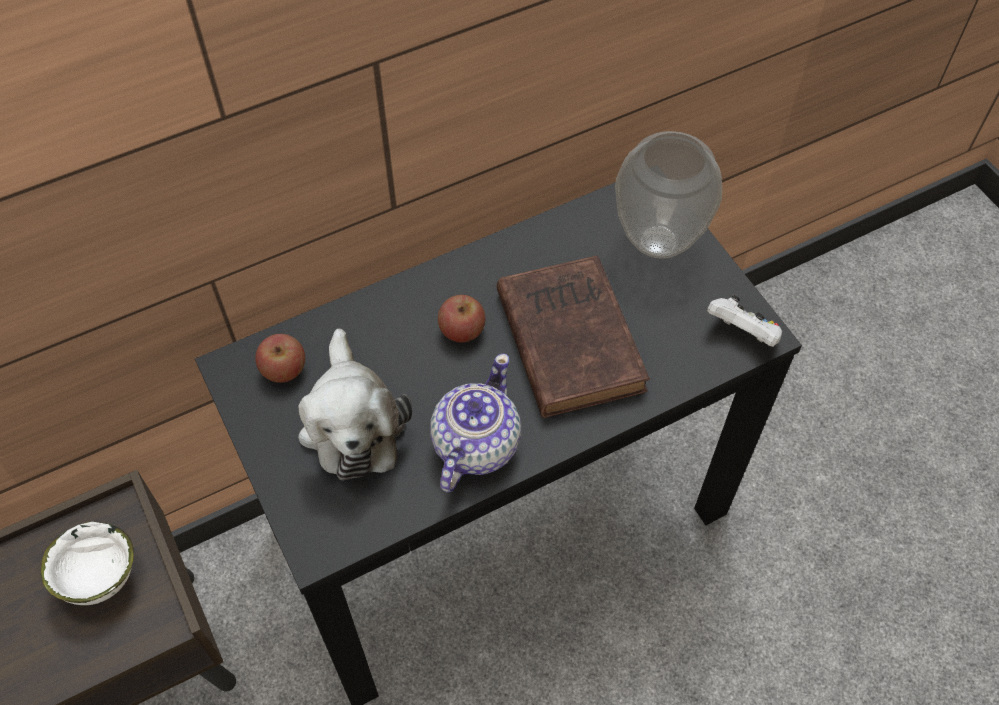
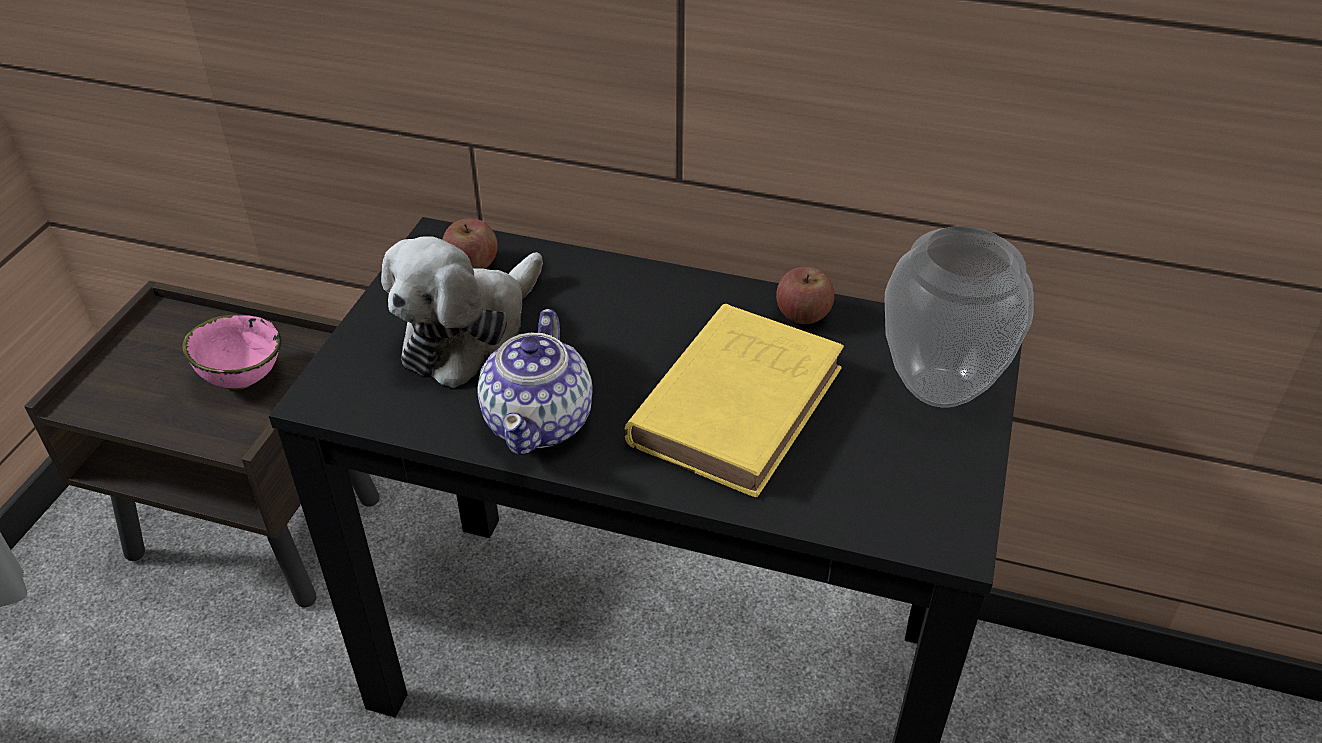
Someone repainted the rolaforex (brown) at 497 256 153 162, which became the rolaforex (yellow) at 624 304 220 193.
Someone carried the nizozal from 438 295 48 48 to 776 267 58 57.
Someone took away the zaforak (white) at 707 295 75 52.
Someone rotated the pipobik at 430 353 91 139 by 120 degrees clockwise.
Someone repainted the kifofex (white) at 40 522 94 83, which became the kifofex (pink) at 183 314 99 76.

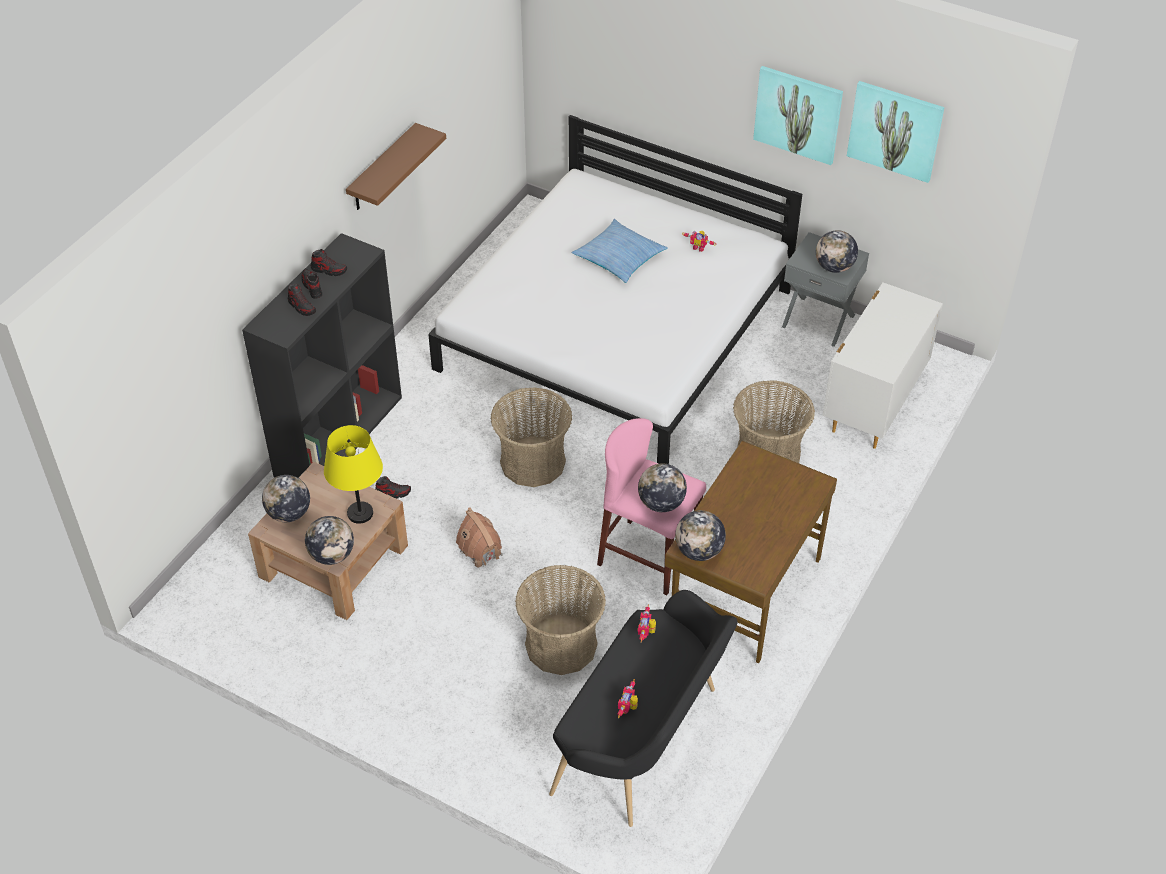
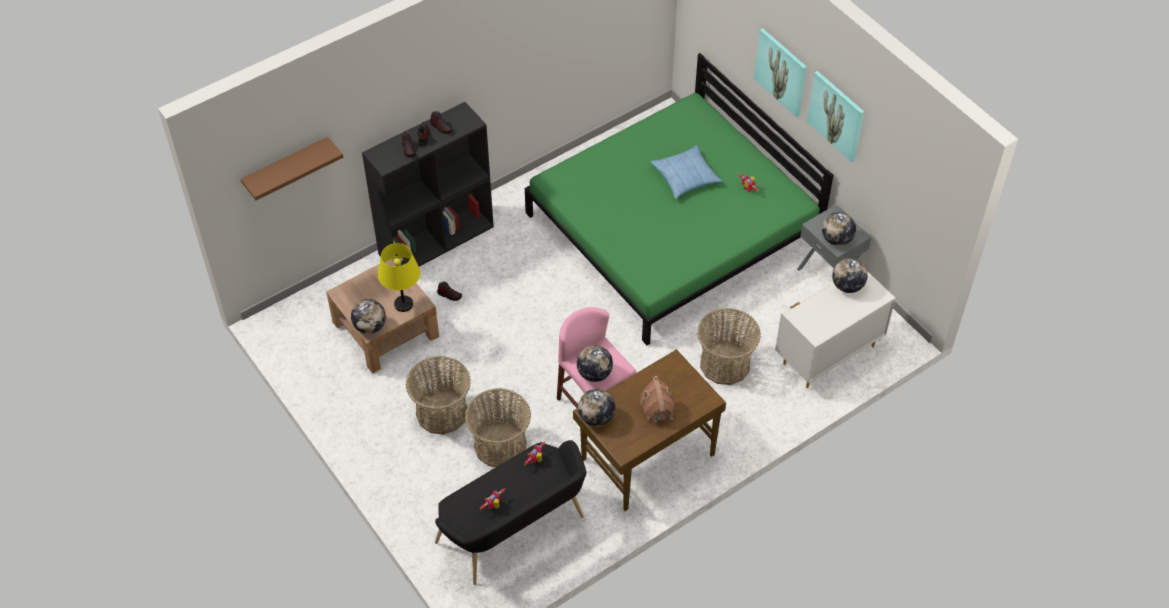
Someone carried the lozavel from 847 81 98 102 to 754 28 53 89.
Someone repainted the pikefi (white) at 428 115 374 349, which became the pikefi (green) at 525 53 309 292.
Someone carried the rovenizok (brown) from 346 123 100 87 to 241 137 102 63.
Someone carried the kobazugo from 491 387 81 100 to 406 356 65 78.
Someone carried the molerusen from 262 475 48 47 to 832 258 36 35.
Someone carried the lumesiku from 456 507 46 61 to 640 376 34 48.

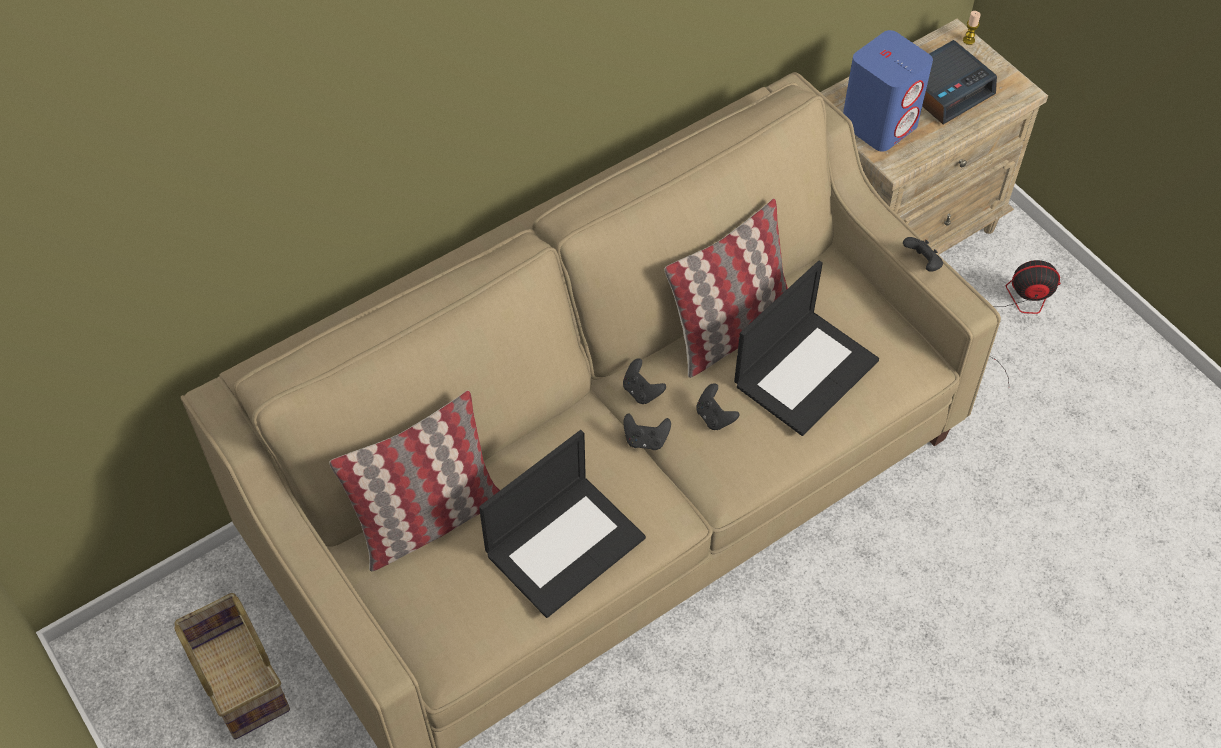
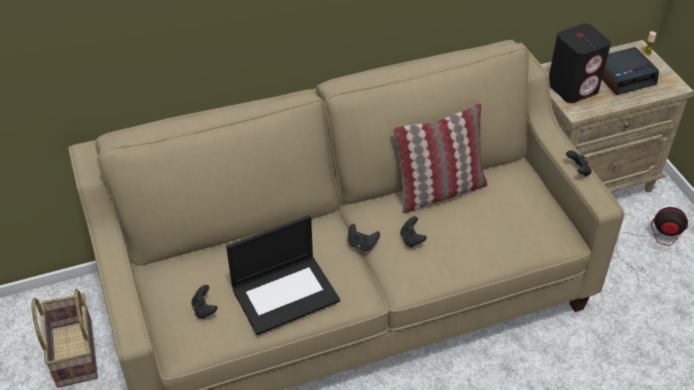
Someone repainted the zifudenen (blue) at 843 30 90 122, which became the zifudenen (black) at 549 23 62 80.
Someone took away the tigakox at 734 261 145 175.
Someone carried the zaforak (black) from 623 358 43 46 to 192 285 26 34.
Someone took away the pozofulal at 329 390 171 181.

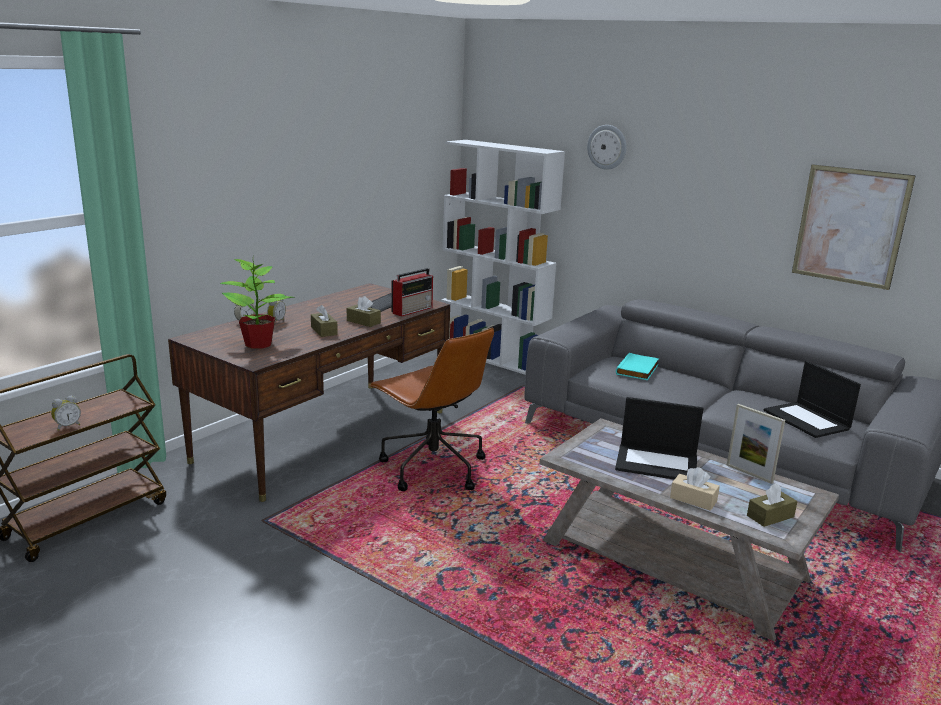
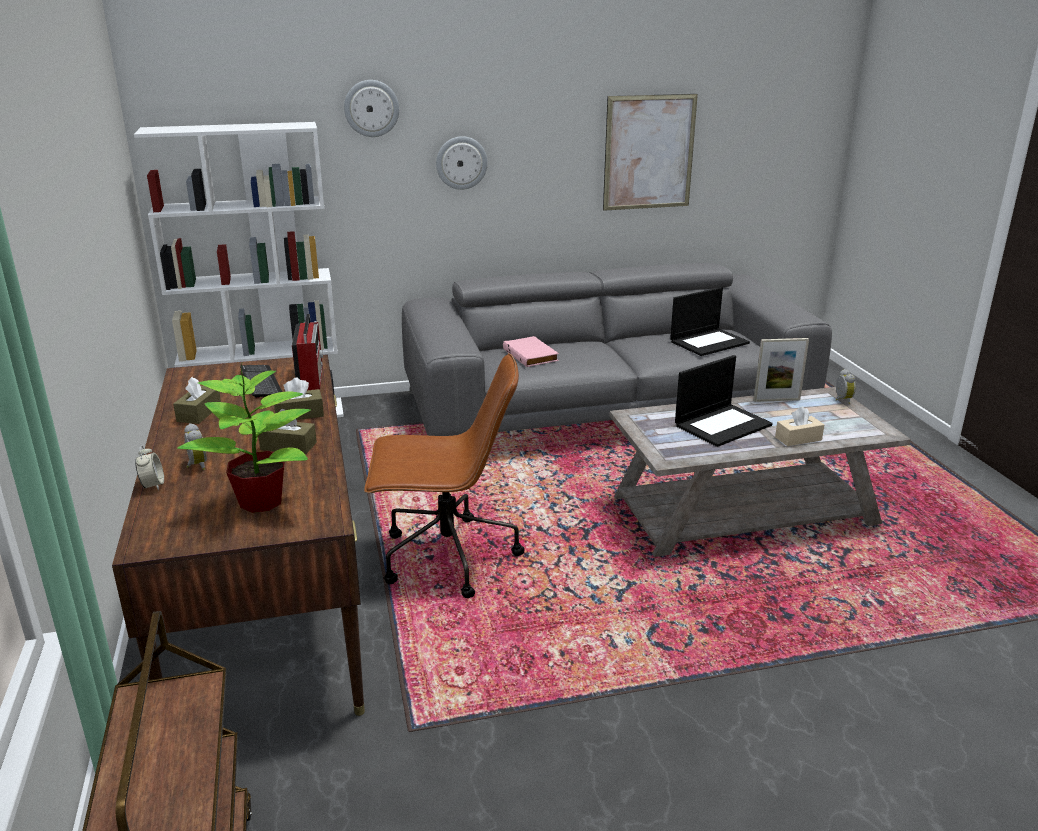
Someone repainted the rolaforex (turquoise) at 616 353 43 27, which became the rolaforex (pink) at 503 336 56 31.
Someone rotated the tigakox at 764 361 97 77 by 45 degrees counterclockwise.
Someone carried the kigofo from 51 396 30 35 to 835 369 21 35.
Someone carried the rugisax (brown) from 747 483 50 44 to 173 377 48 47.
Someone put up the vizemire at 436 136 52 54.

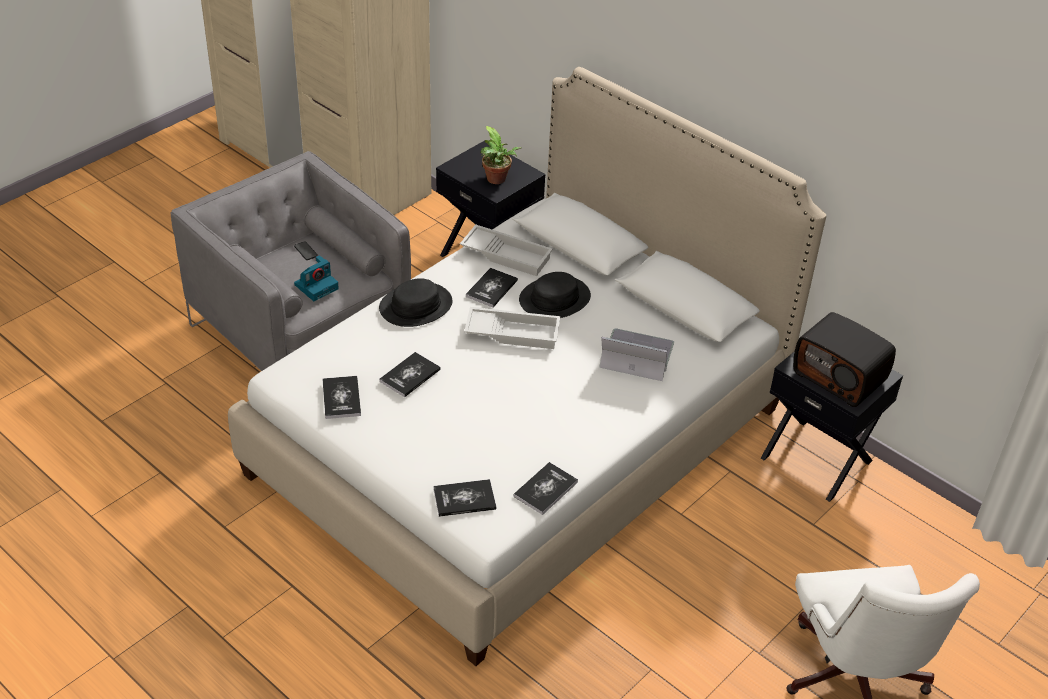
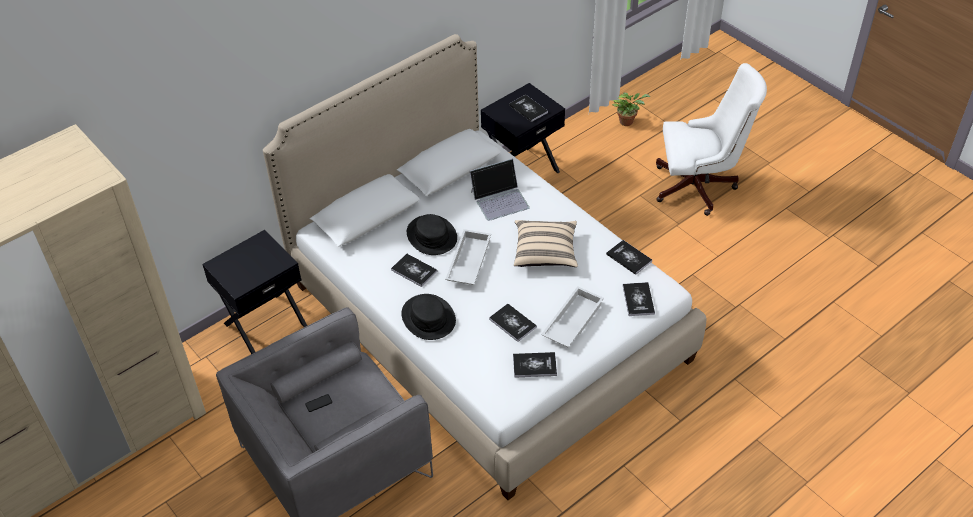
Someone carried the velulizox from 480 126 42 58 to 612 93 38 33.
Someone carried the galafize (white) from 460 225 93 51 to 541 286 63 61.
Someone took away the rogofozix at 294 255 45 46.
Someone swapped the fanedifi at 793 312 103 95 for the rolaforex at 509 94 39 28.
Someone rotated the tigakox at 599 328 75 53 by 135 degrees counterclockwise.
Someone put down the pozofulal (beige) at 514 220 64 47.

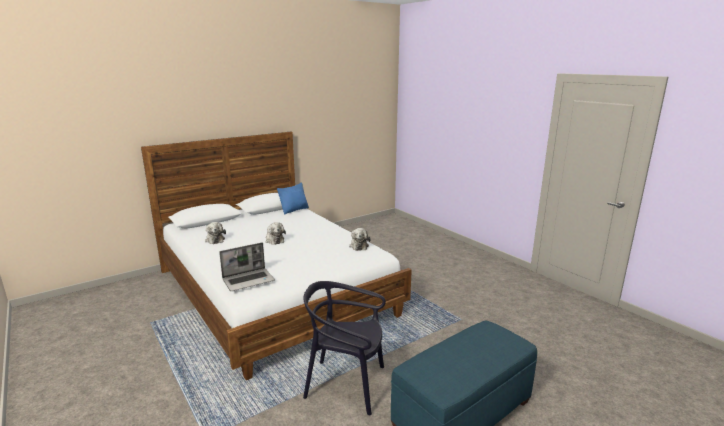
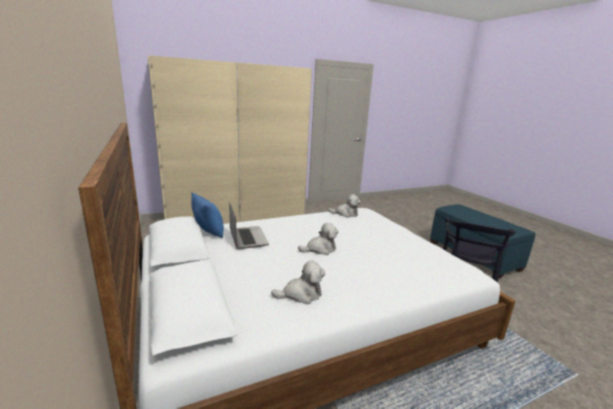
Someone carried the tigakox from 219 243 56 48 to 229 202 40 47.
Someone put down the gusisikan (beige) at 148 55 164 169.

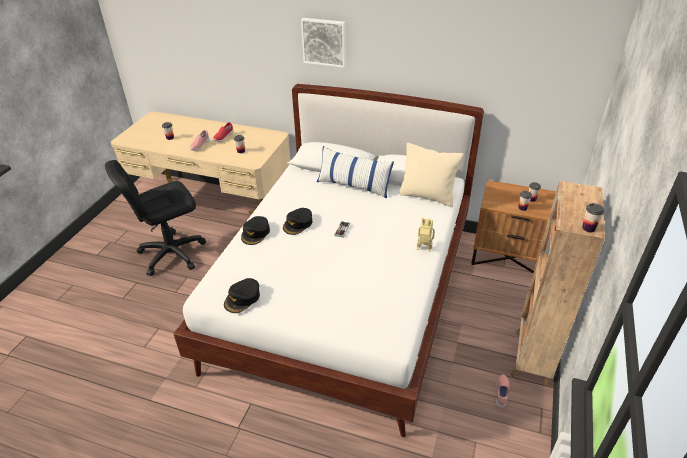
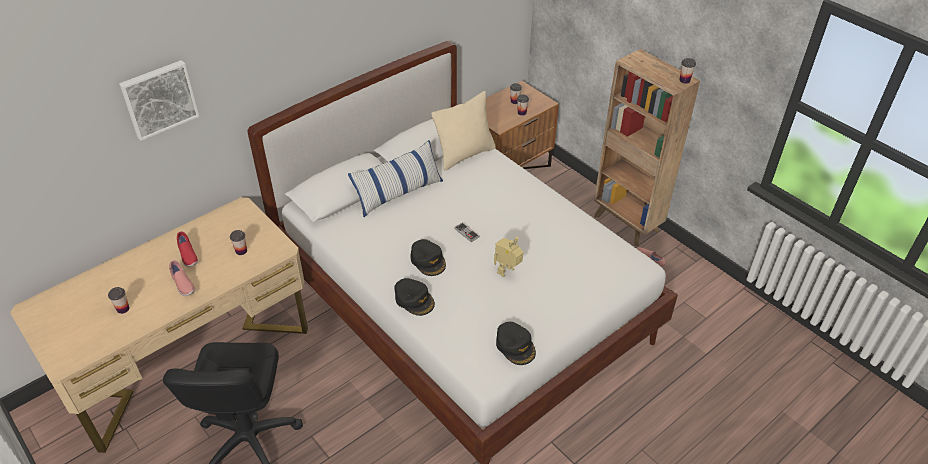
Someone carried the lozavel from 301 18 45 50 to 119 60 80 81.
Someone carried the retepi from 417 217 18 35 to 494 237 29 40.

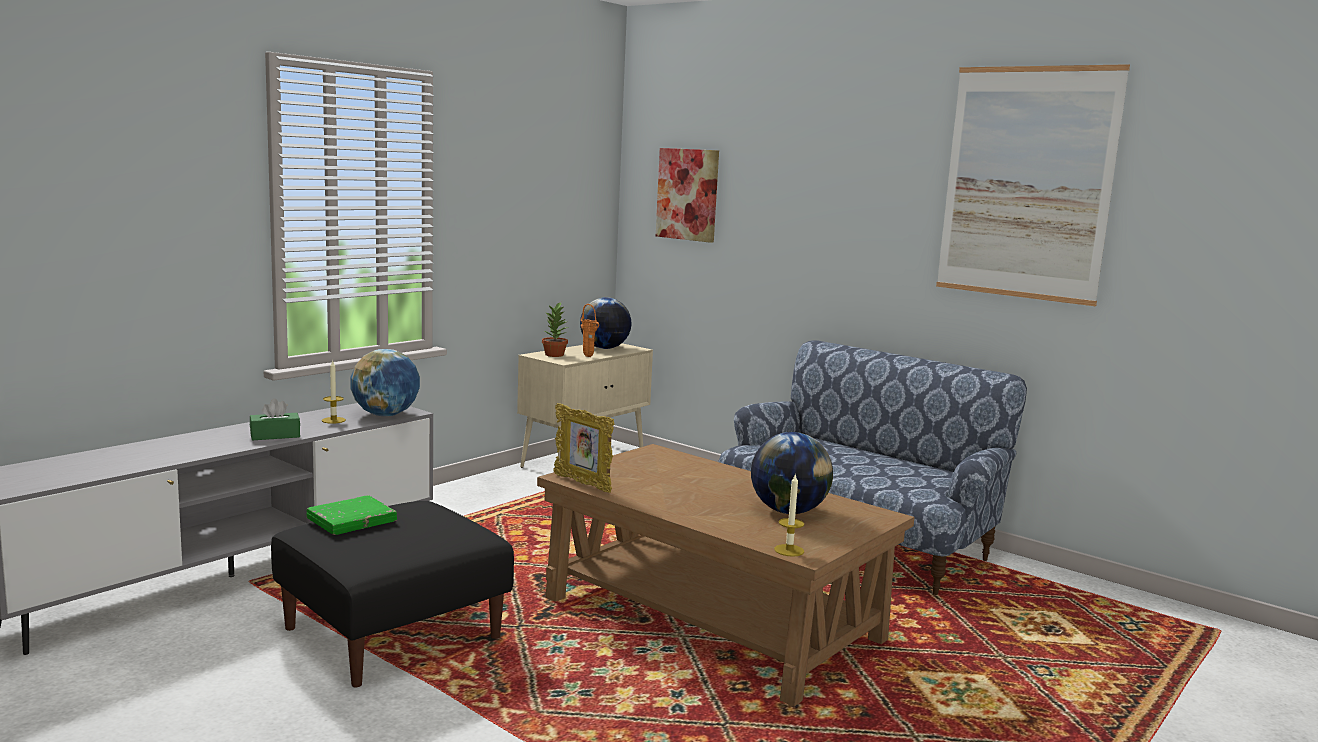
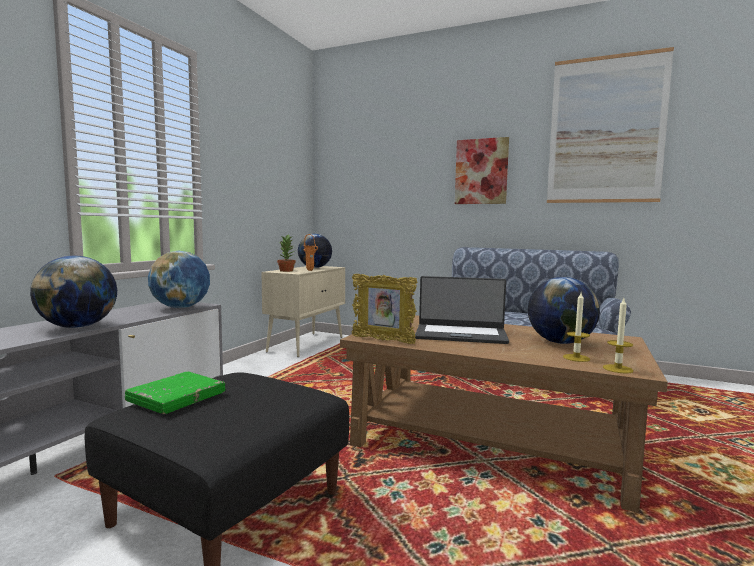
Someone carried the lozavel from 656 148 63 95 to 455 137 54 67.
Someone carried the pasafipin from 322 361 24 63 to 563 293 27 69.
Someone swapped the rugisax (green) at 250 399 50 42 for the molerusen at 30 255 87 73.
Someone put down the tigakox at 415 276 94 68.

